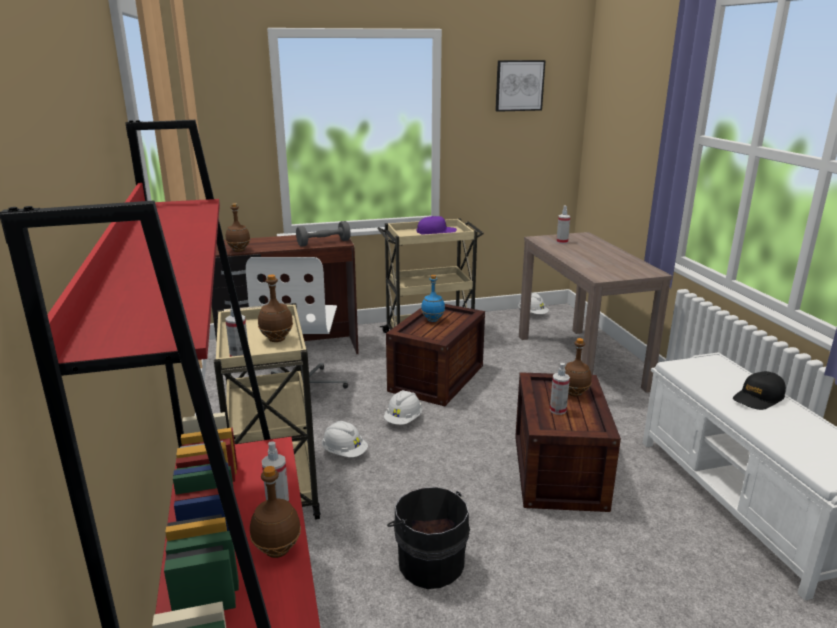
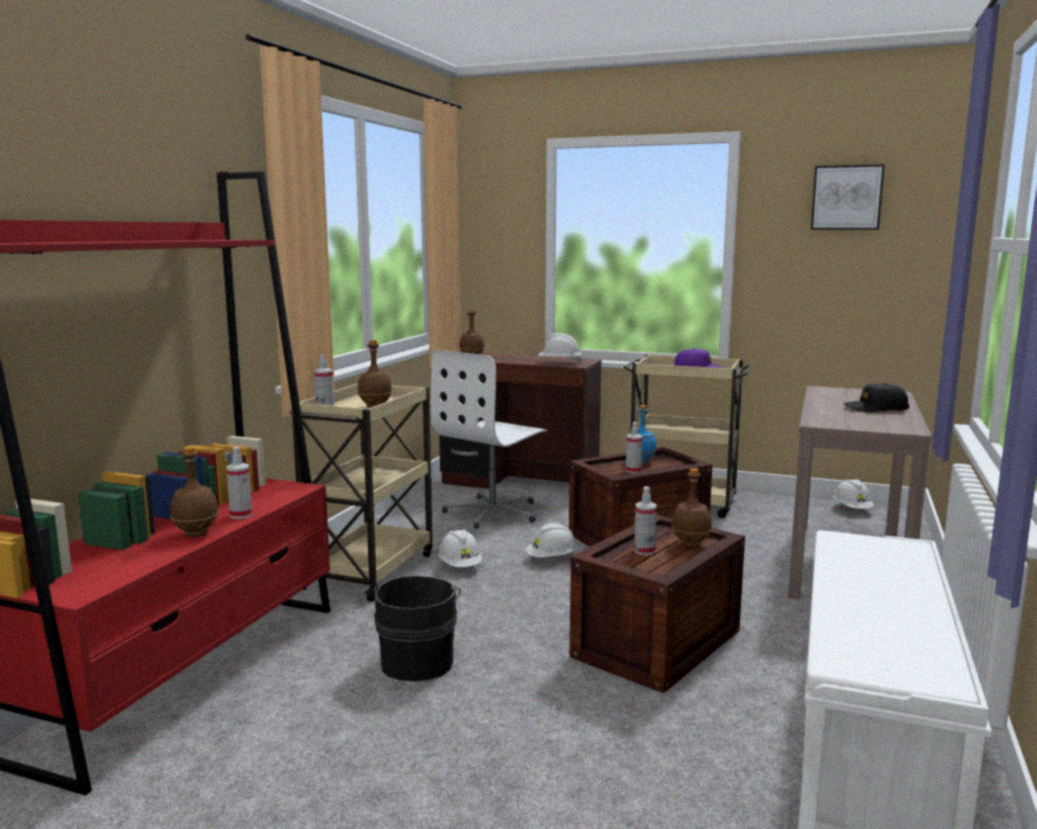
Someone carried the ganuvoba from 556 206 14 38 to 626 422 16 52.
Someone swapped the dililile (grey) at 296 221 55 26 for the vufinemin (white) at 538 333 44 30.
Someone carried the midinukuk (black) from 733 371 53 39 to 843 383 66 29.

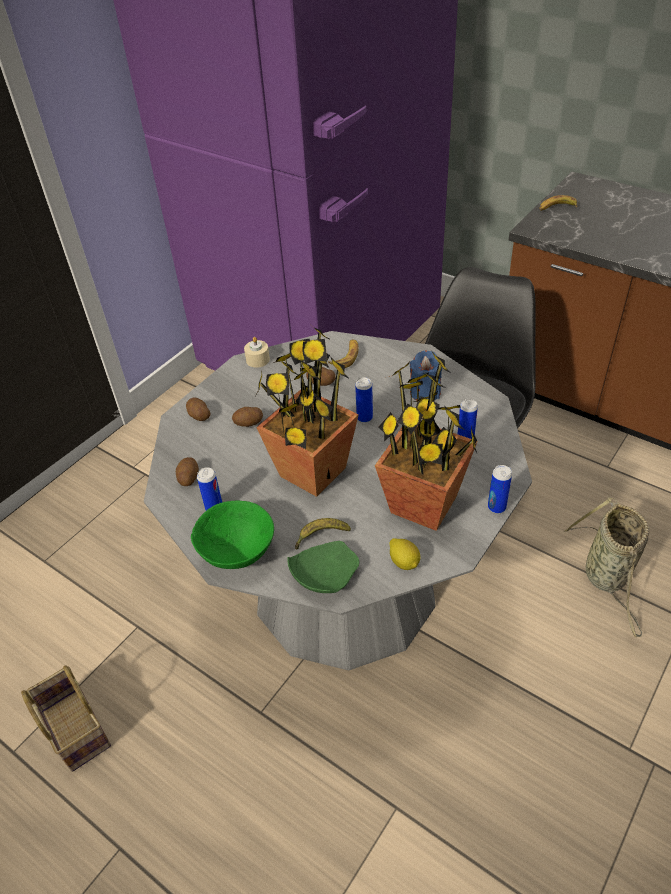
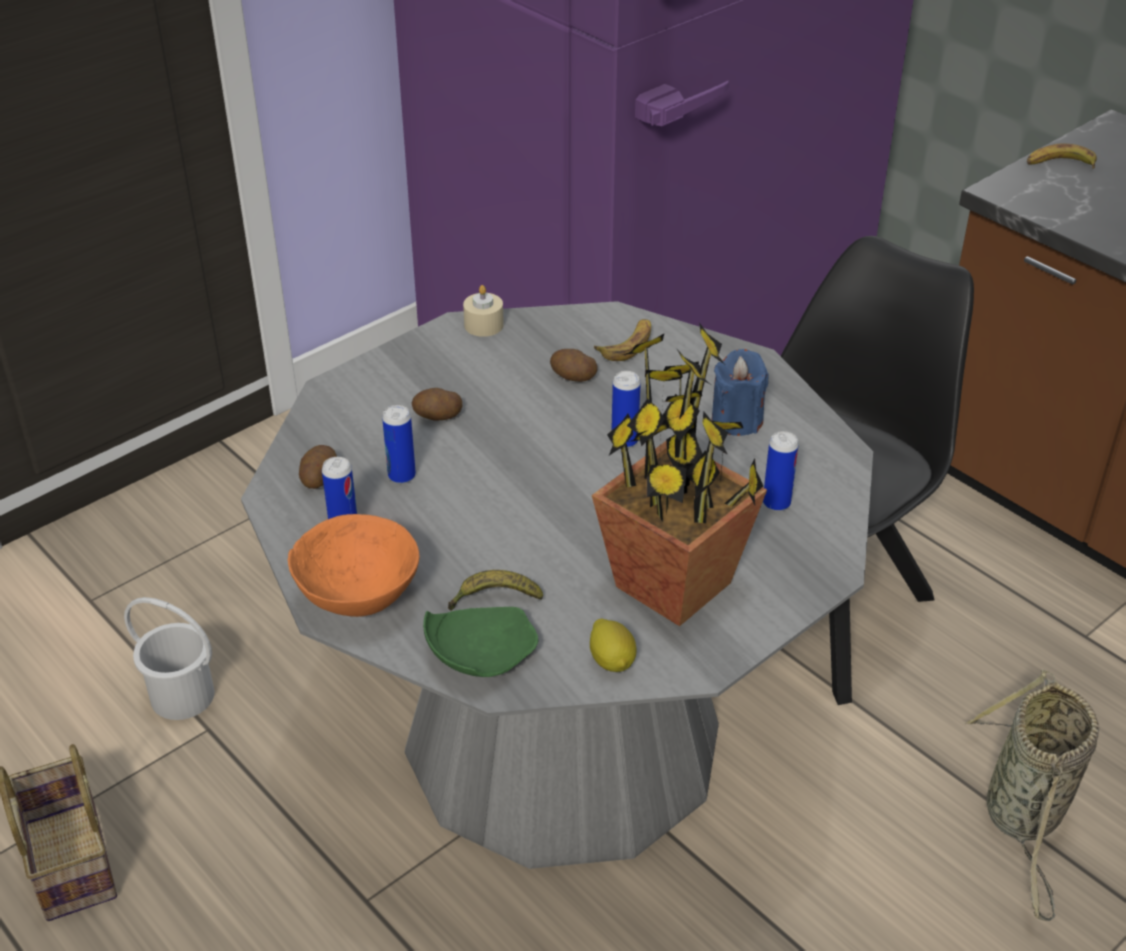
Someone took away the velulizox at 256 327 103 170.
Someone took away the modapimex at 186 398 25 23.
Someone carried the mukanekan from 488 465 24 49 to 382 405 34 79.
Someone repainted the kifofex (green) at 191 501 83 68, which became the kifofex (orange) at 288 514 131 103.
Someone put down the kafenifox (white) at 124 597 91 123.

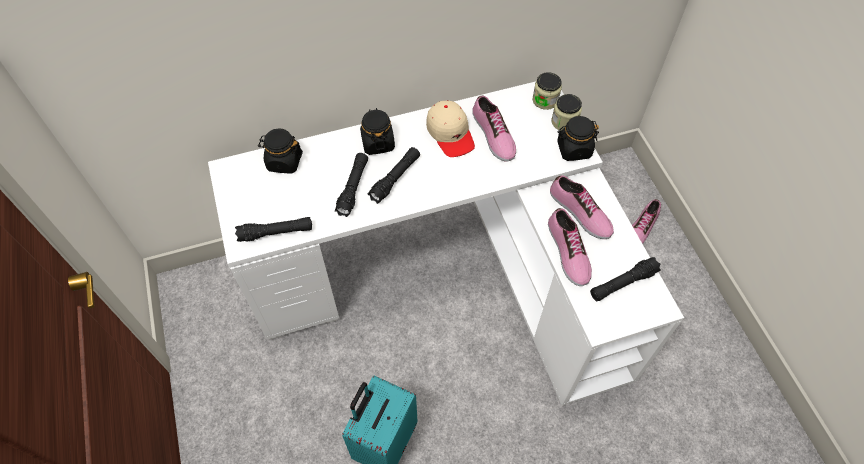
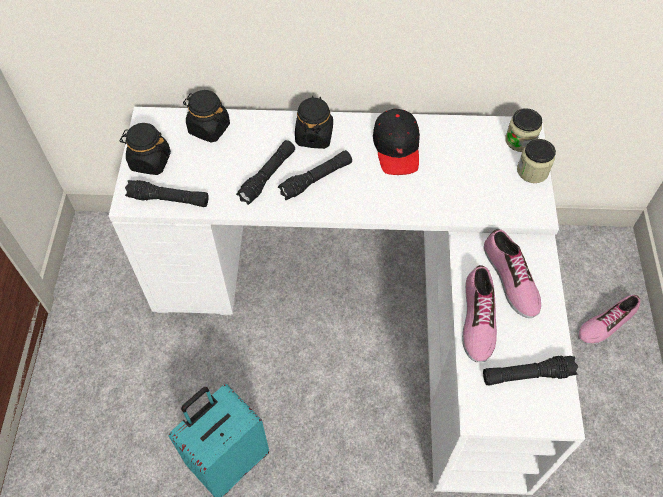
Someone took away the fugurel at 472 96 44 66.
Someone repainted the midinukuk (beige) at 426 100 49 57, which became the midinukuk (black) at 373 108 47 67.
Someone carried the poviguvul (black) from 557 116 42 45 to 120 123 51 52.

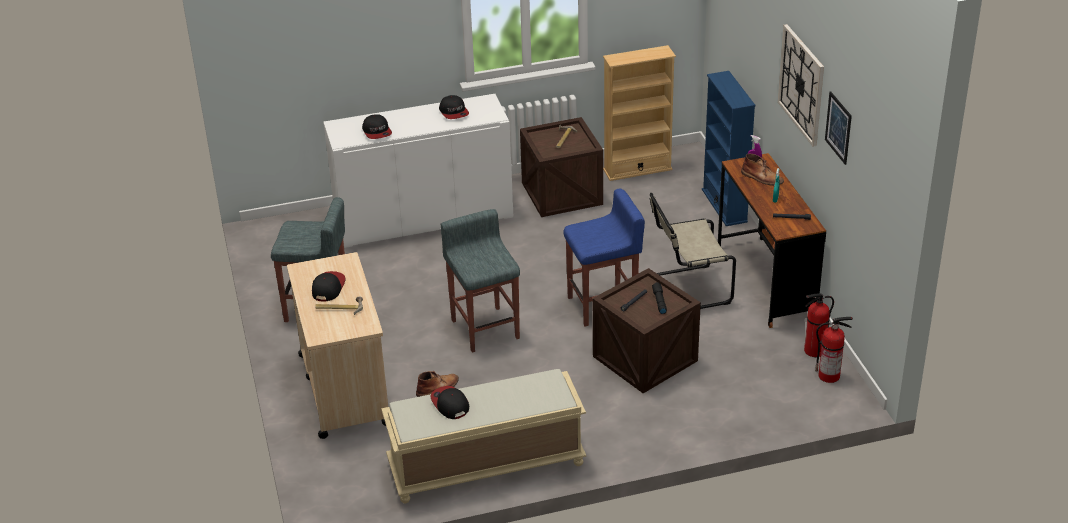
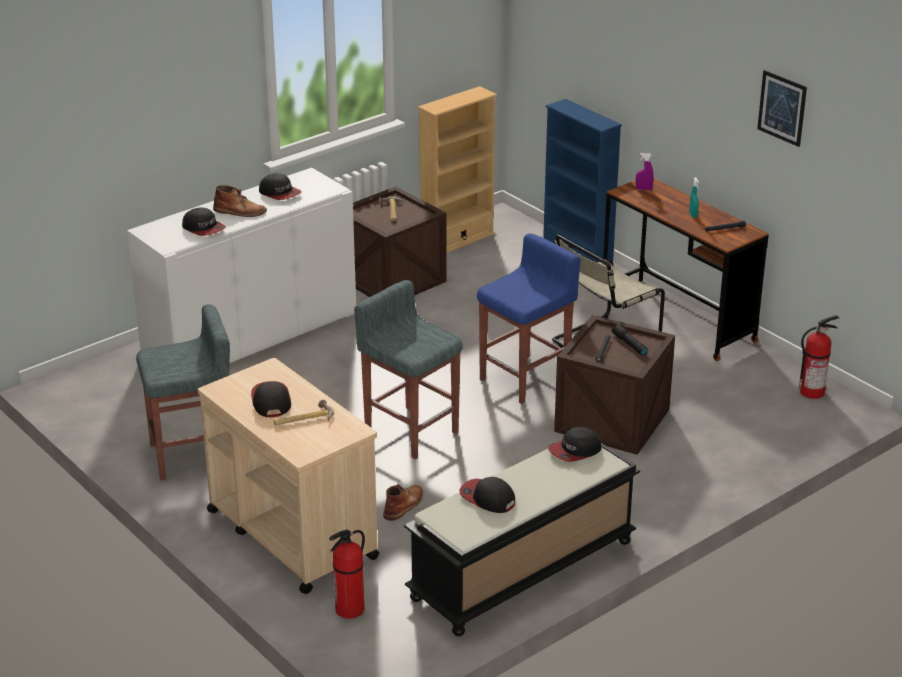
Someone took away the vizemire at 778 24 46 123.
Someone carried the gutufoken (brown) from 741 154 43 32 to 213 185 54 32.
Someone carried the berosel from 804 294 30 63 to 329 530 36 89.
Someone repainted the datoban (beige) at 381 369 205 134, which became the datoban (black) at 404 443 236 193.
Someone put down the midinukuk at 548 427 53 35.

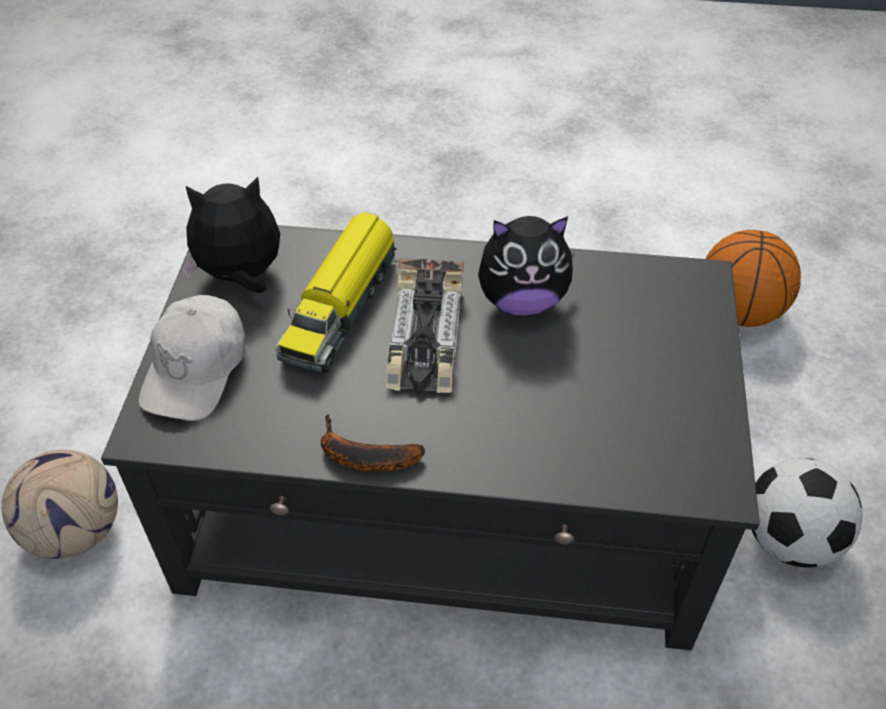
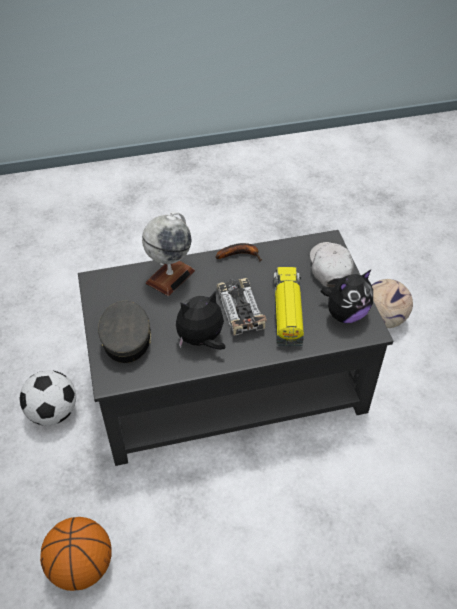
Someone put down the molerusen at 142 212 53 84.
Someone put down the midinukuk (grey) at 98 301 53 62.

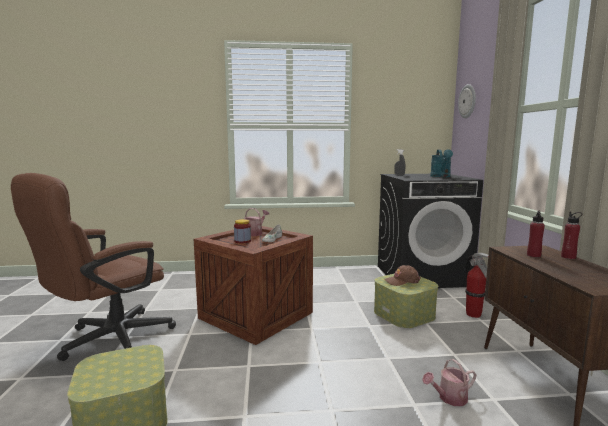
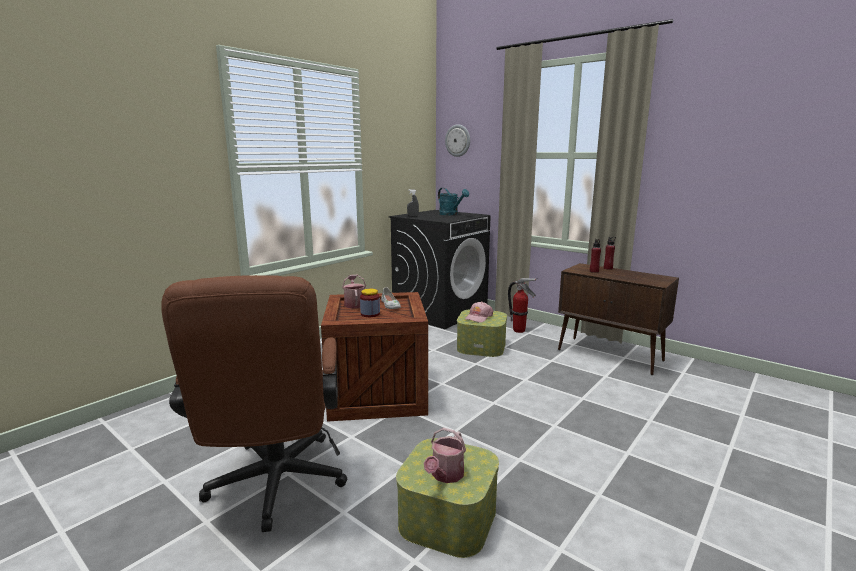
Someone repainted the midinukuk (brown) at 384 265 37 21, which became the midinukuk (pink) at 465 301 28 21.
Someone carried the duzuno from 422 359 54 47 to 424 428 42 55.

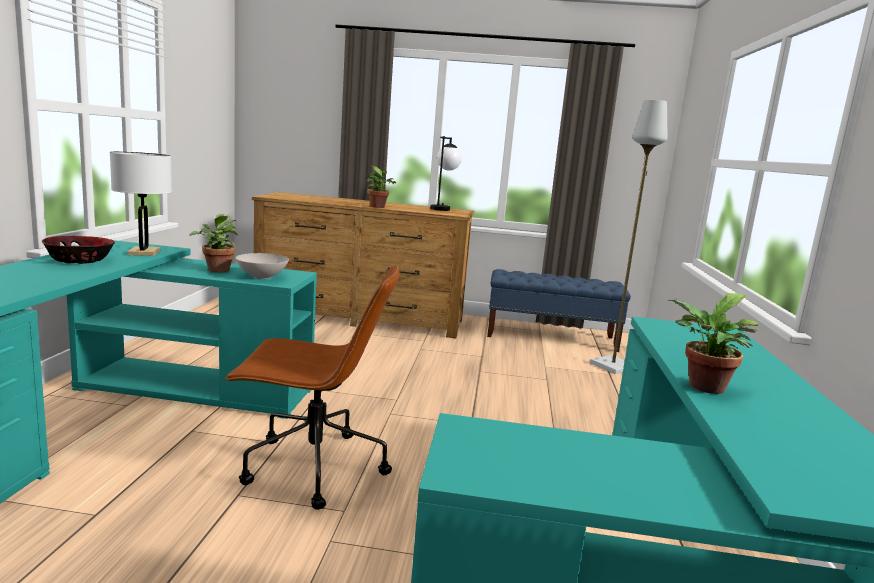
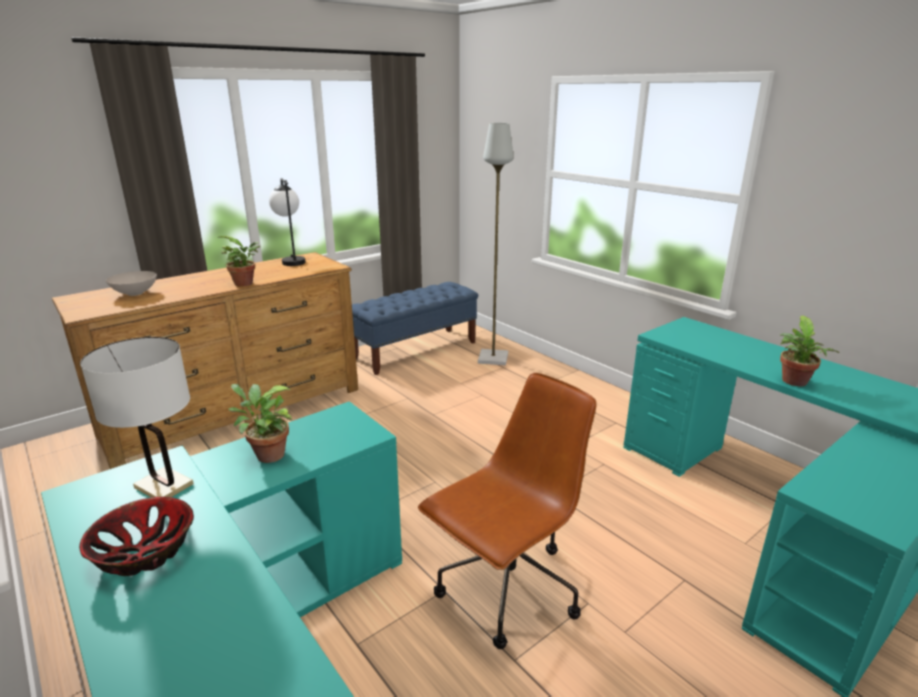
Someone carried the kifofex (white) from 235 253 54 26 to 106 271 51 25.

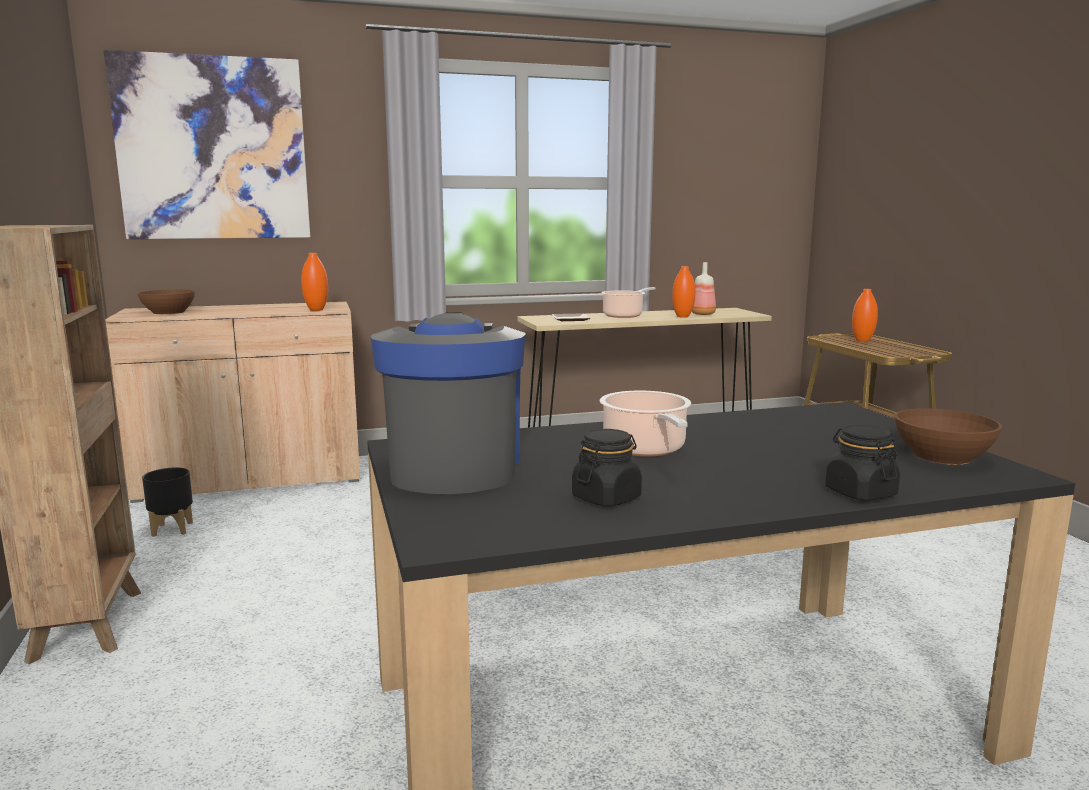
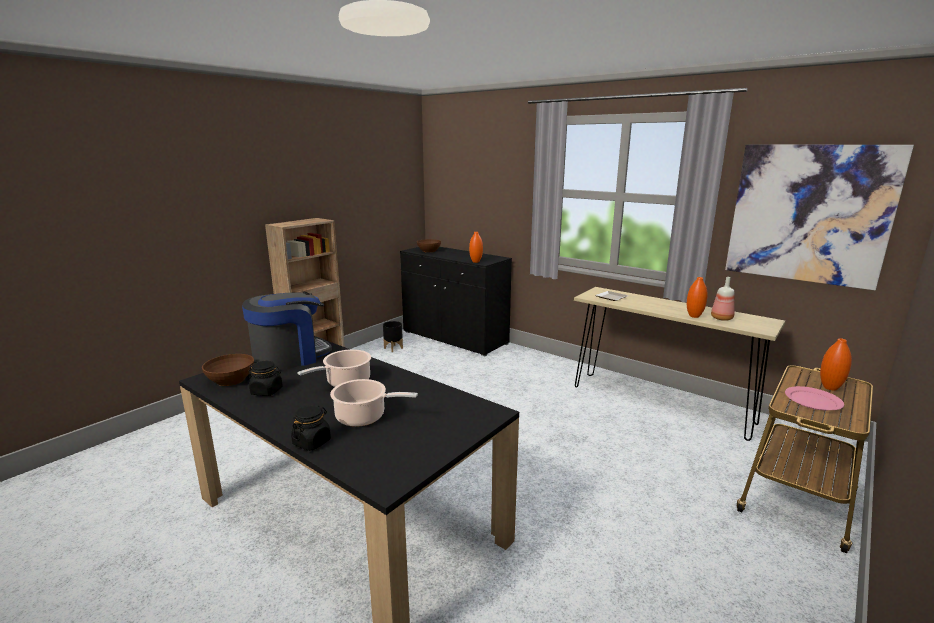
Someone carried the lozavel from 104 50 206 189 to 725 145 189 145.
Someone carried the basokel from 601 287 55 31 to 330 379 88 48.
Someone repainted the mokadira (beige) at 105 302 255 201, which became the mokadira (black) at 400 247 112 109.
Someone carried the kifofex (brown) from 895 408 107 57 to 202 354 52 32.
Someone put down the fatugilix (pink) at 785 386 59 24.

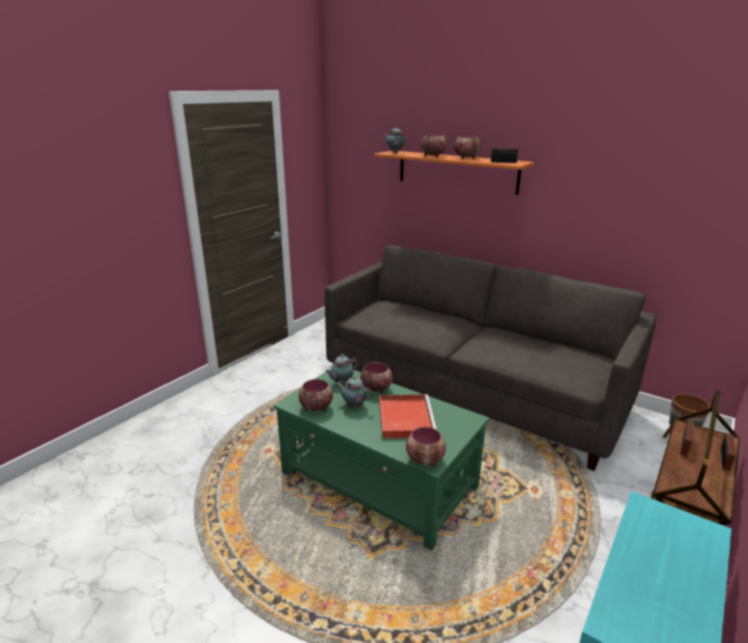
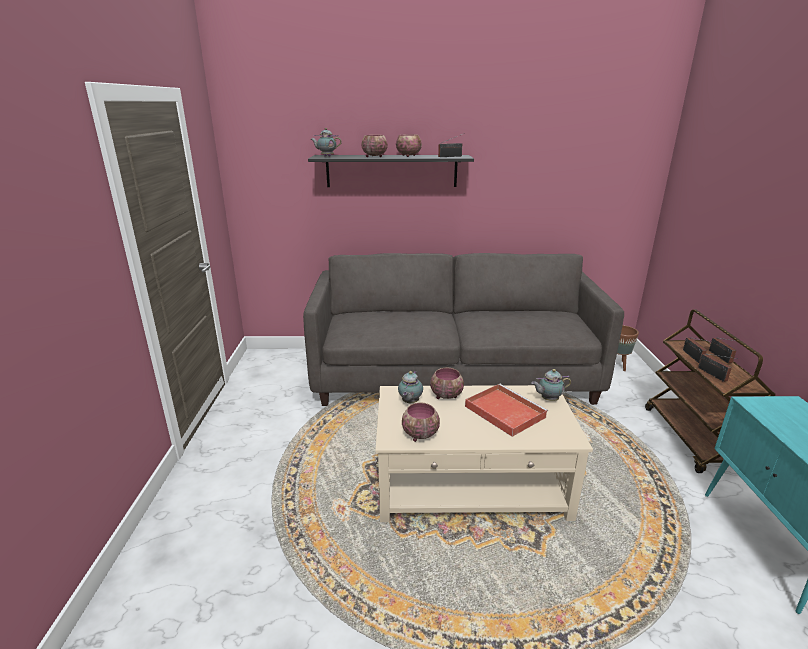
Someone repainted the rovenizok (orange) at 374 150 160 45, which became the rovenizok (black) at 308 155 166 32.
Someone repainted the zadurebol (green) at 273 369 216 182, which became the zadurebol (beige) at 375 385 218 137.
Someone carried the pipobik from 336 376 37 32 to 531 369 40 32.
Someone took away the kifofex at 406 427 40 39.
Someone put down the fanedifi at 698 354 40 28.

